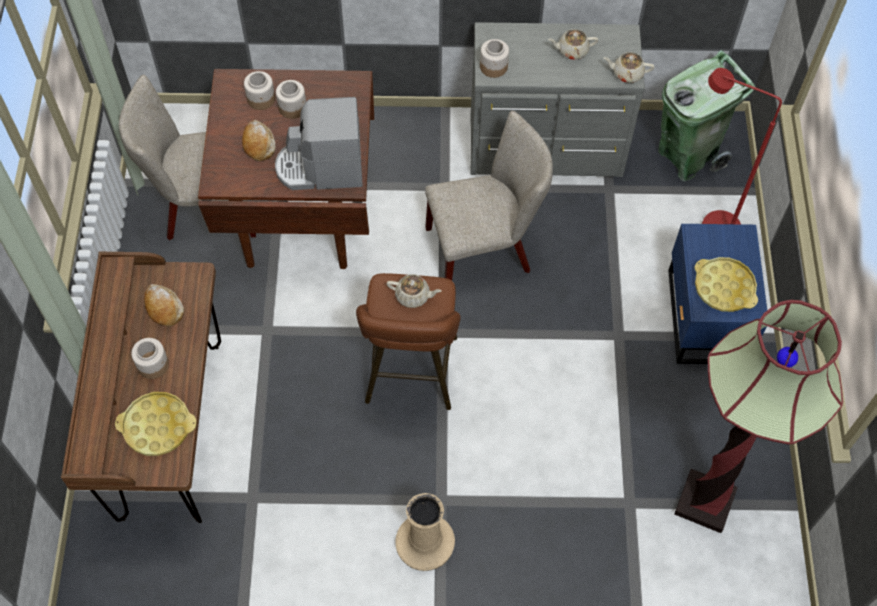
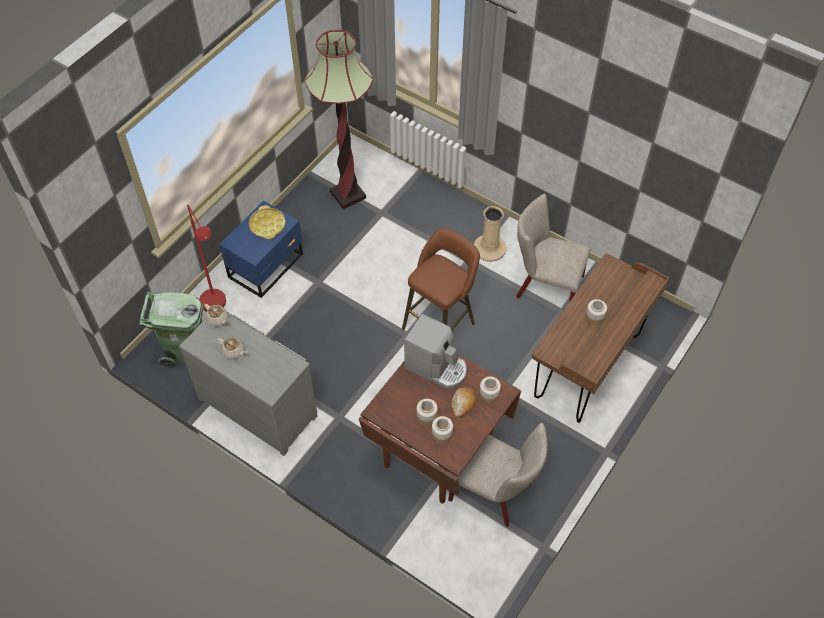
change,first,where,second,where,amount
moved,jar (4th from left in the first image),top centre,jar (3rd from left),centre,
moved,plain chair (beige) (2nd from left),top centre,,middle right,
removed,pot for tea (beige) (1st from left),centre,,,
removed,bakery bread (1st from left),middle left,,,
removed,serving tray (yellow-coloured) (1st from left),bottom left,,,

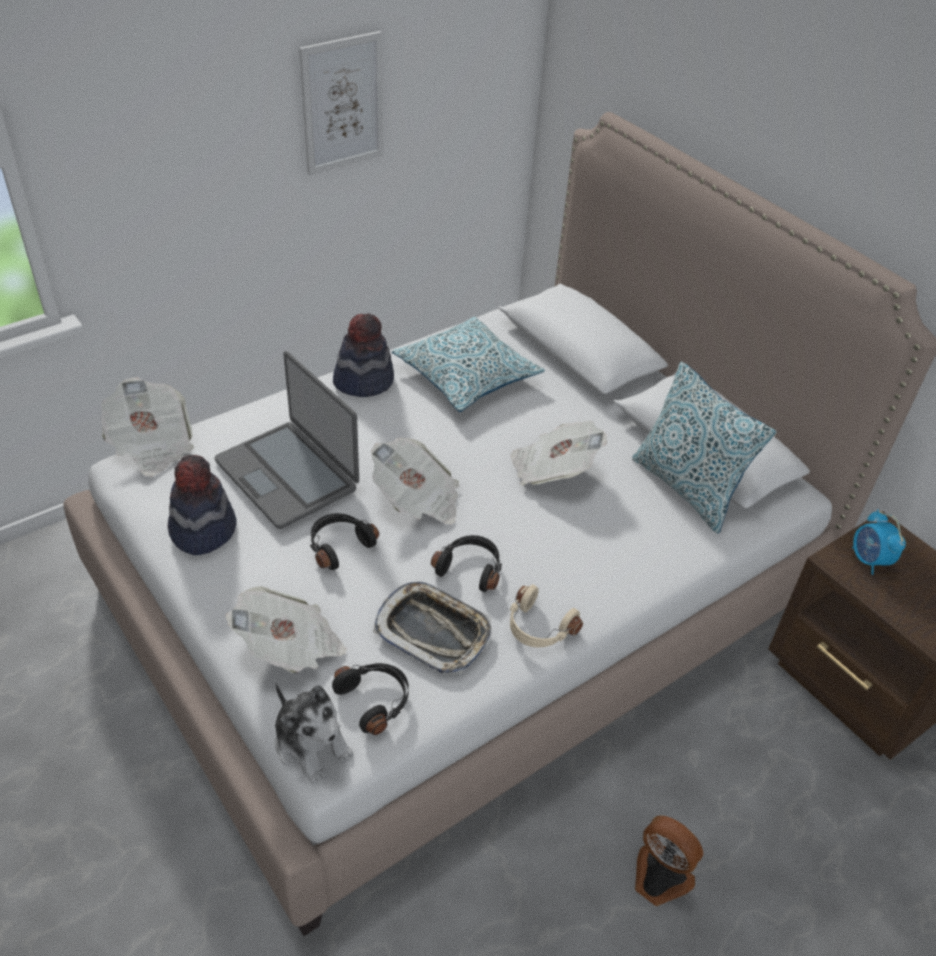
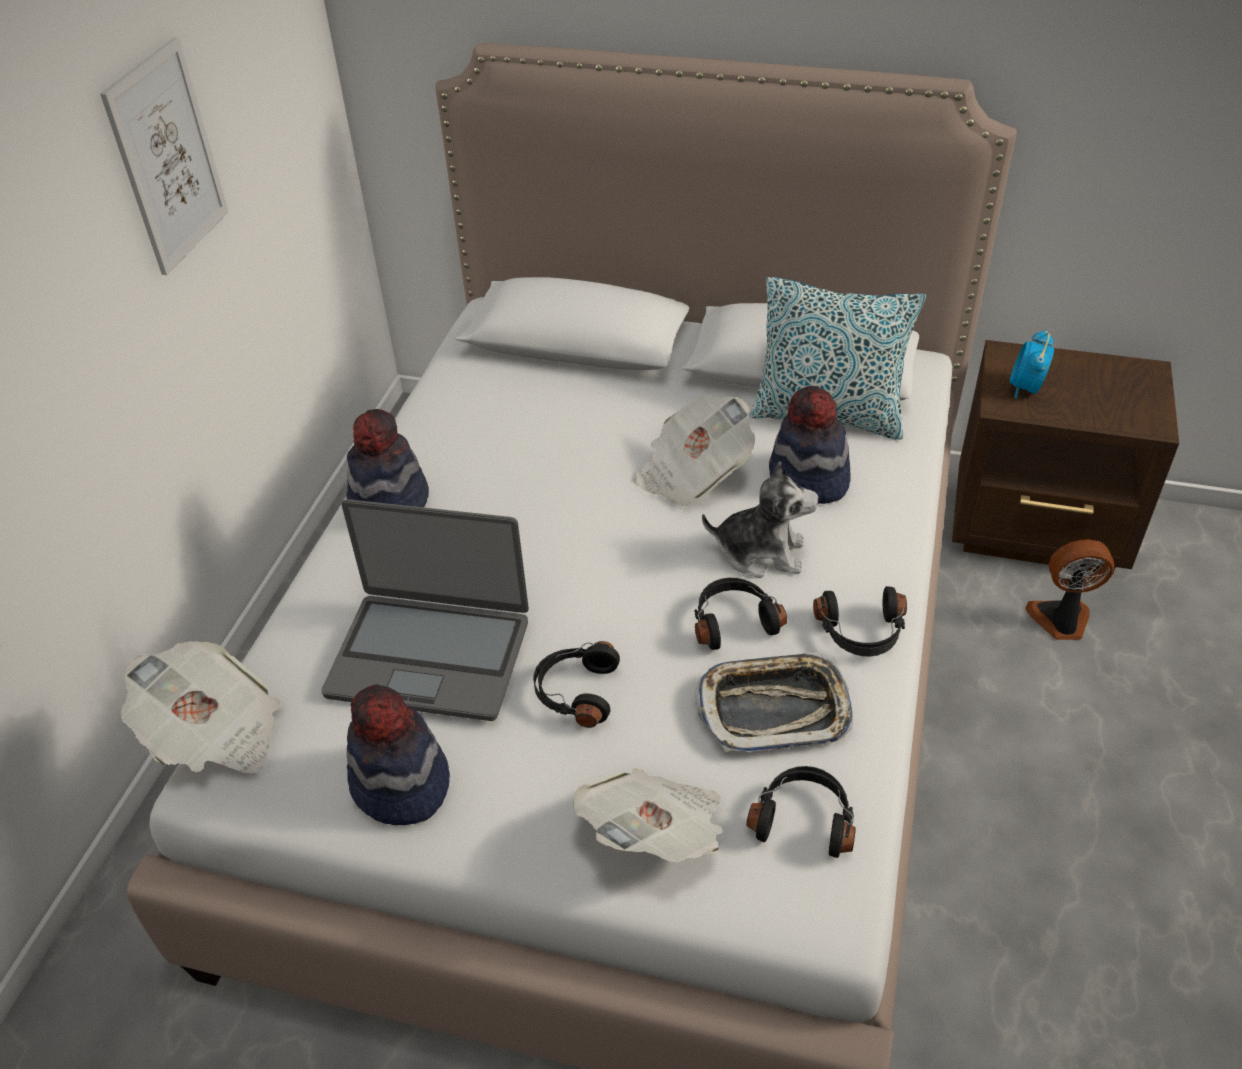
change,first,where,second,where,amount
removed,throw pillow (1st from left),centre,,,
removed,newspaper (3rd from left),centre,,,
turned,alarm clock,middle right,,middle right,75 degrees clockwise
recoloured,headphones (beige),centre,headphones (black) (4th from left),middle right,
moved,plush toy,bottom centre,,centre,
moved,cooling fan,bottom right,,middle right,
added,,,hat (3rd from left),centre,

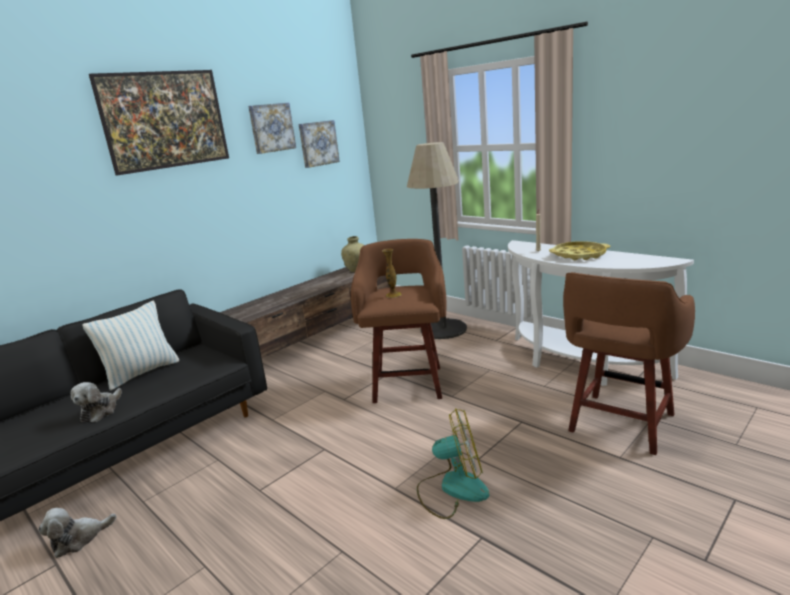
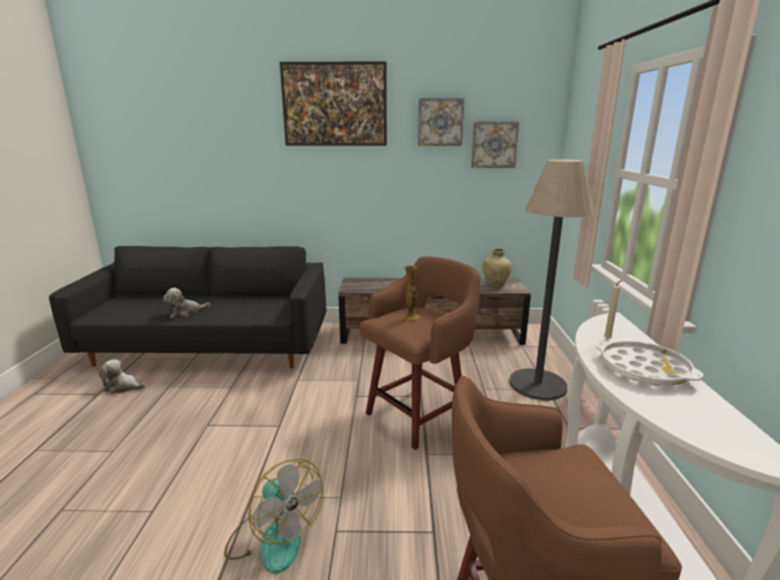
change,first,where,second,where,amount
recoloured,serving tray (yellow-coloured),middle right,serving tray (whitish),middle right,
removed,throw pillow,middle left,,,

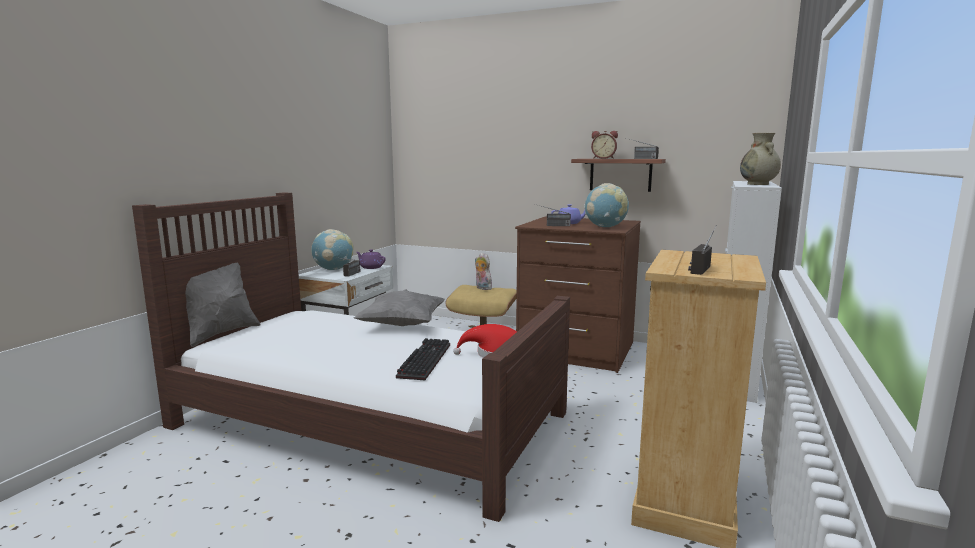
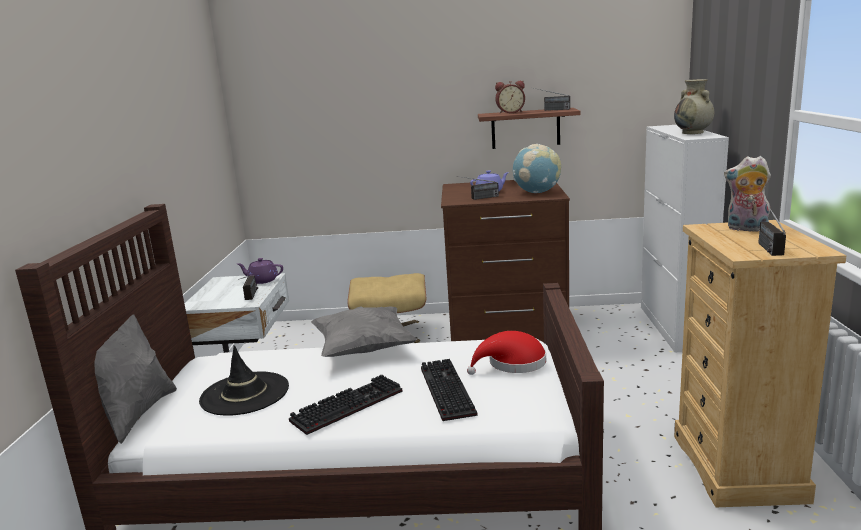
change,first,where,second,where,amount
removed,globe (1st from left),centre,,,
moved,plush toy,centre,,middle right,
added,,,hat (black),bottom left,
added,,,PC keyboard (1st from left),bottom centre,

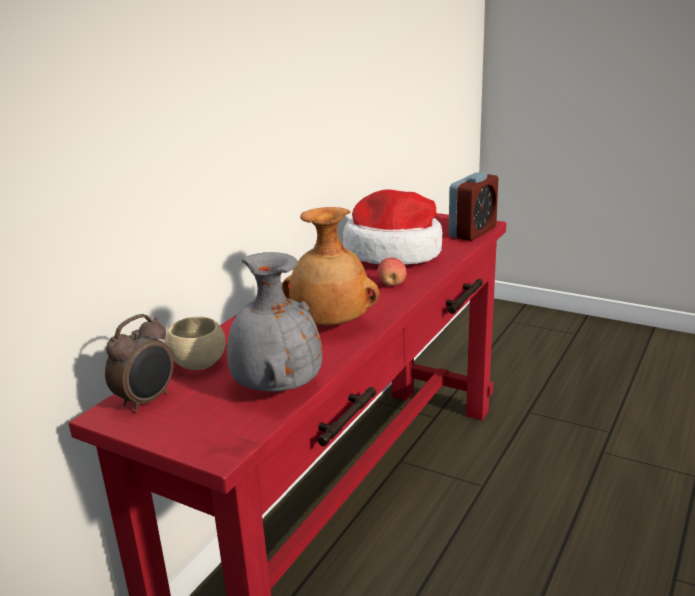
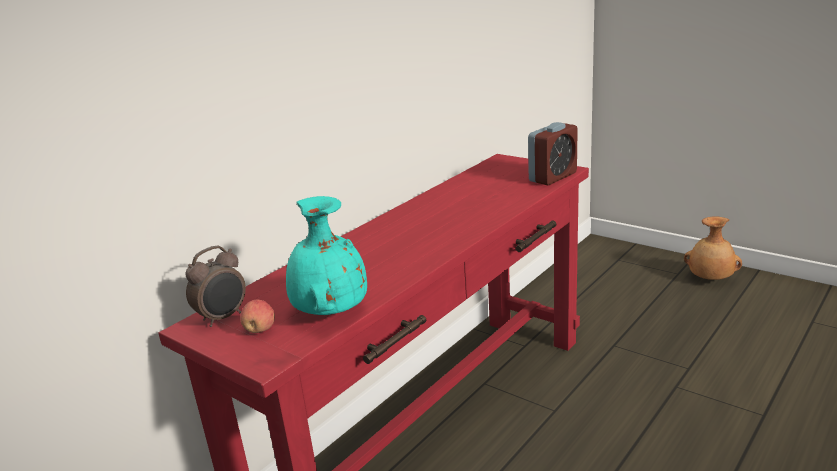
change,first,where,second,where,amount
removed,hat,centre,,,
moved,vase (brown),centre,,middle right,
recoloured,vase (gray),centre,vase (blue-green),centre,
moved,apple,centre,,bottom left,
removed,deep dish (beige),middle left,,,

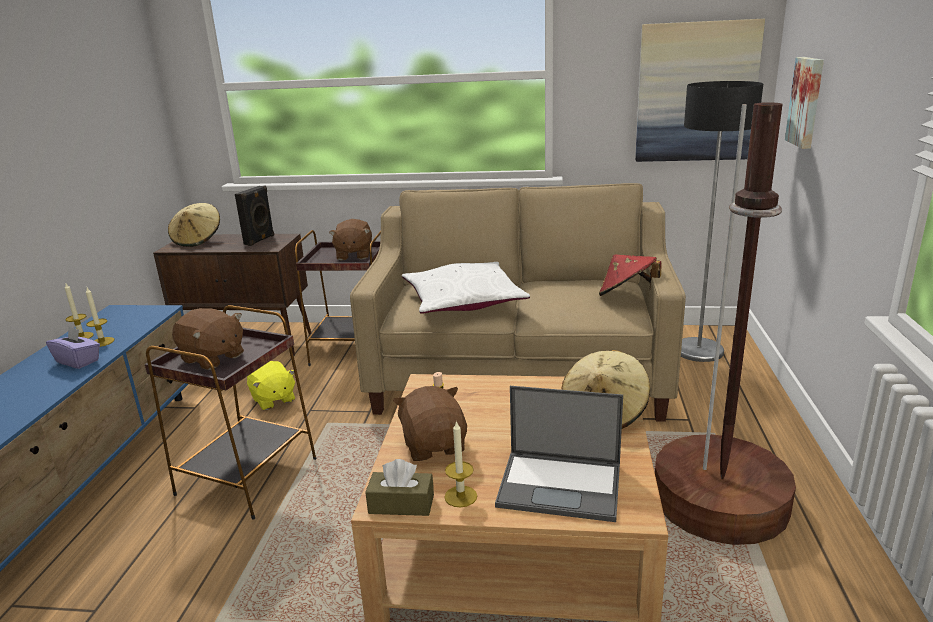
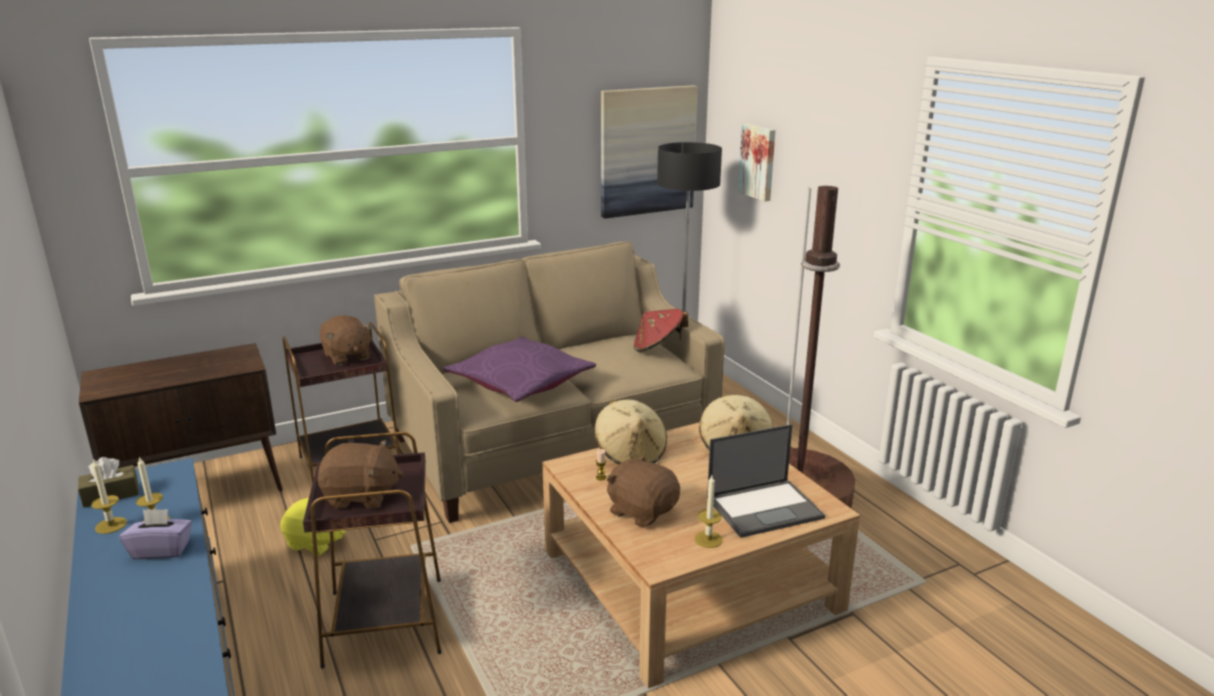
change,first,where,second,where,amount
removed,speaker (black),middle left,,,
moved,hat (beige) (1st from left),middle left,,centre,
recoloured,throw pillow (whitish),centre,throw pillow (purple-coloured),centre,
moved,tissue box (brown),bottom centre,,bottom left,

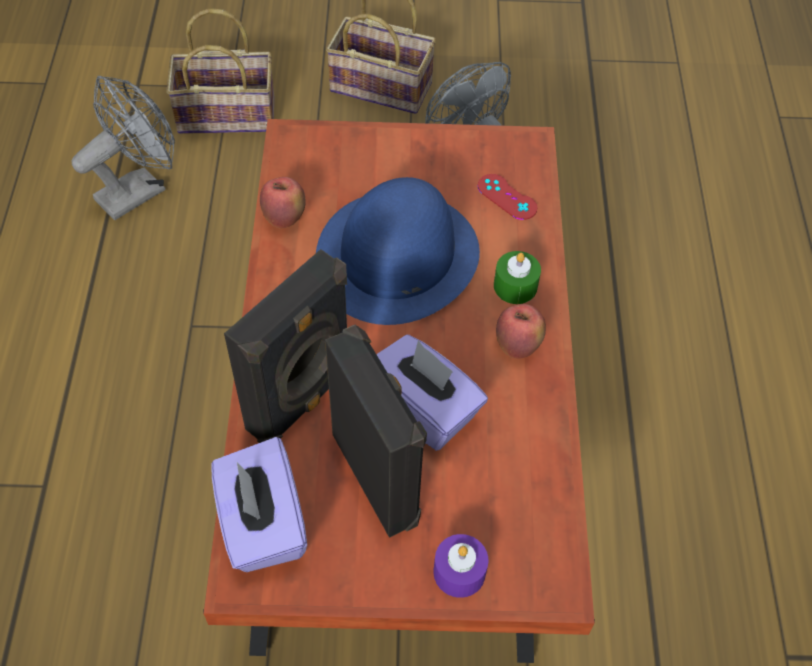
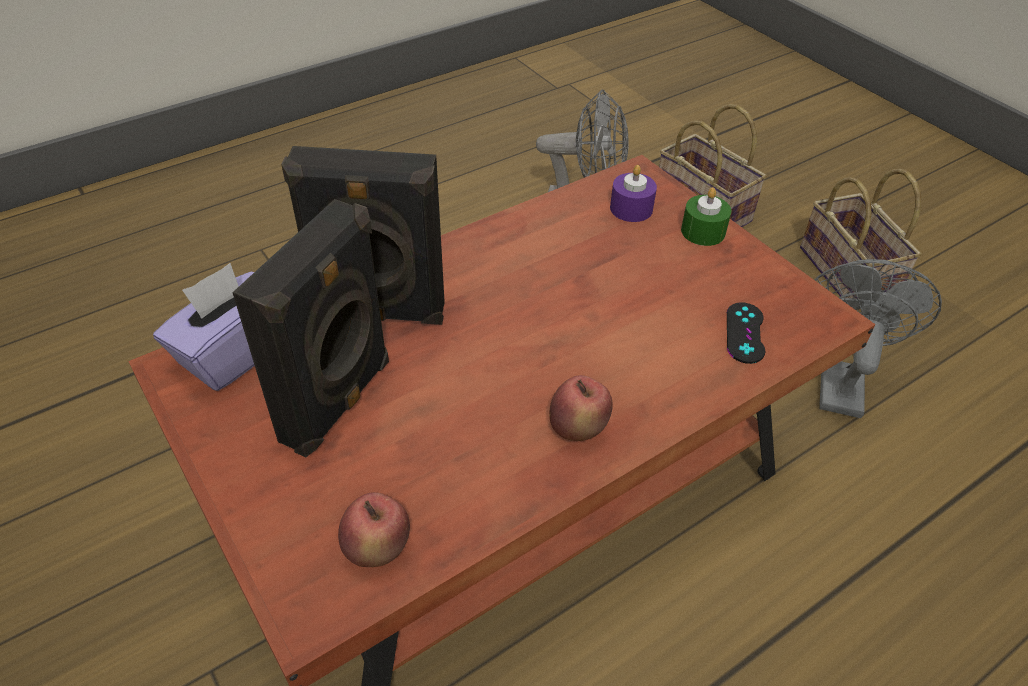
change,first,where,second,where,amount
recoloured,gamepad (red-coloured),top centre,gamepad (black),middle right,
moved,apple (1st from left),top centre,,bottom centre,
removed,hat (blue),centre,,,
moved,wax light (green-coloured),centre,,top right,
removed,tissue box (purple-coloured) (2nd from left),centre,,,
moved,wax light (purple-coloured),bottom centre,,top centre,

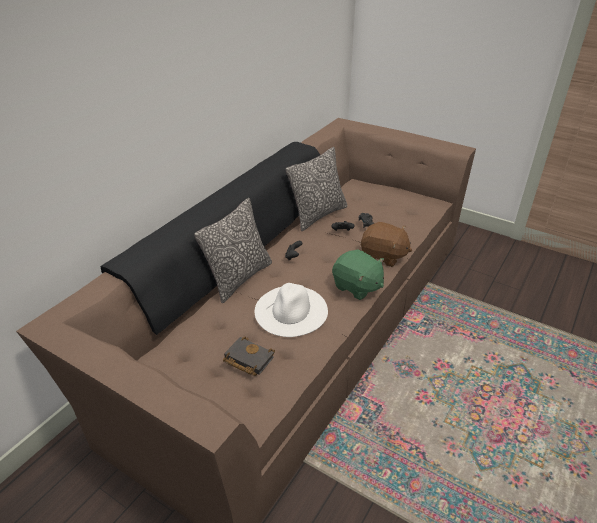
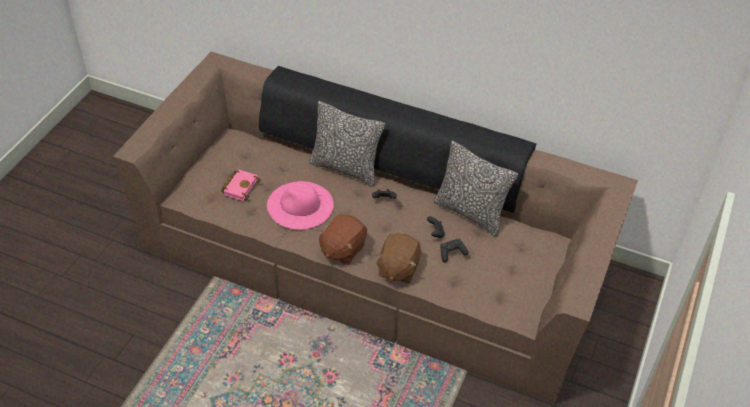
change,first,where,second,where,amount
recoloured,plush toy (green-coloured),centre,plush toy (brown) (1st from left),centre,
recoloured,hat (whitish),centre,hat (pink-coloured),centre,
recoloured,volume (black),bottom centre,volume (pink-coloured),middle left,

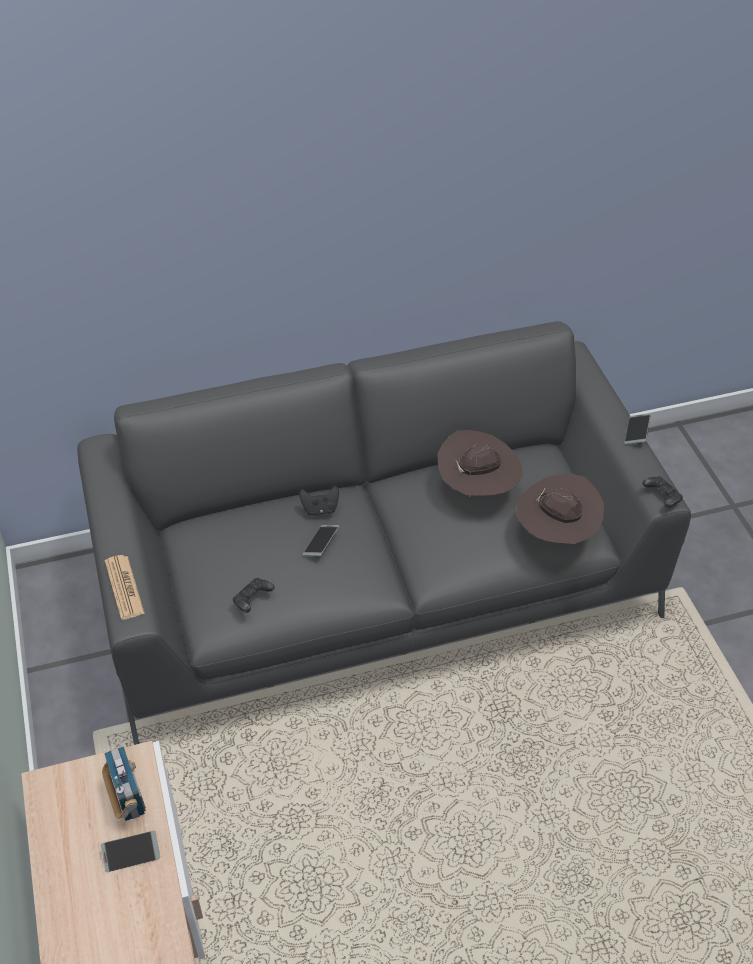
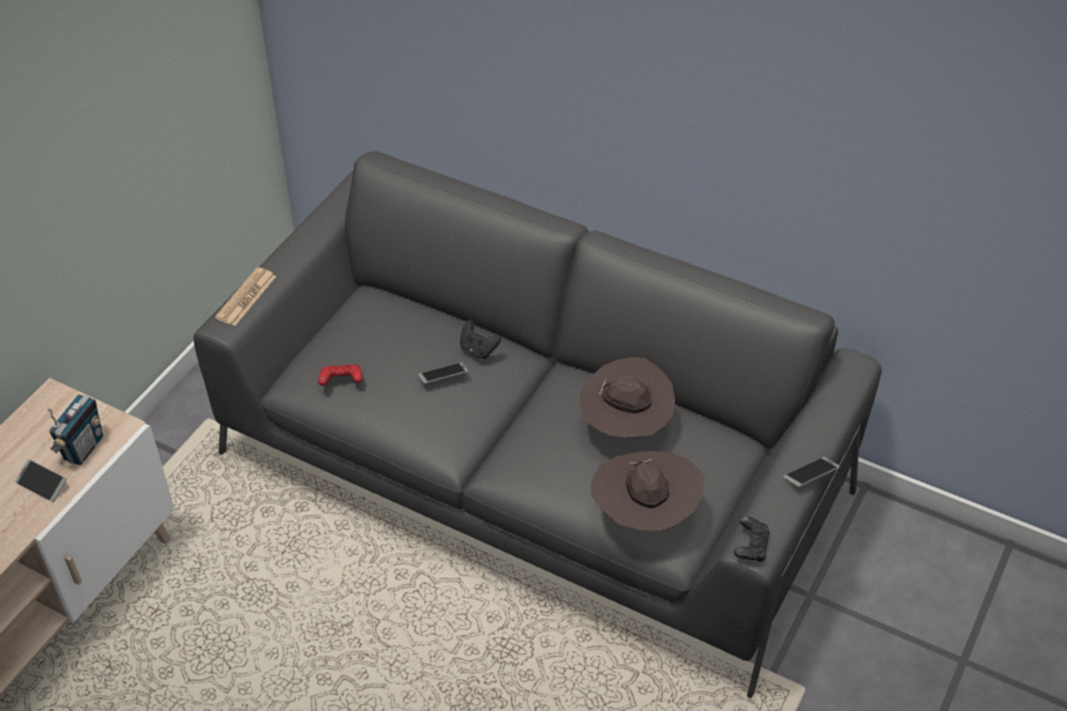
change,first,where,second,where,amount
recoloured,gamepad (black) (1st from left),centre,gamepad (red-coloured),middle left,

